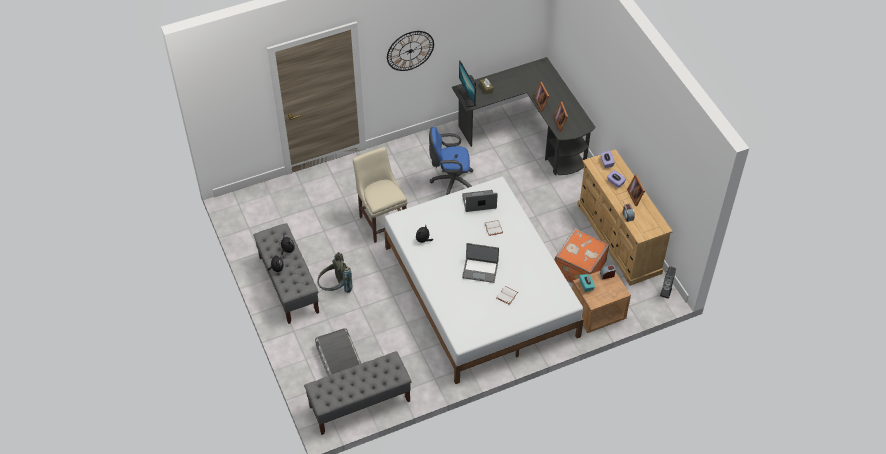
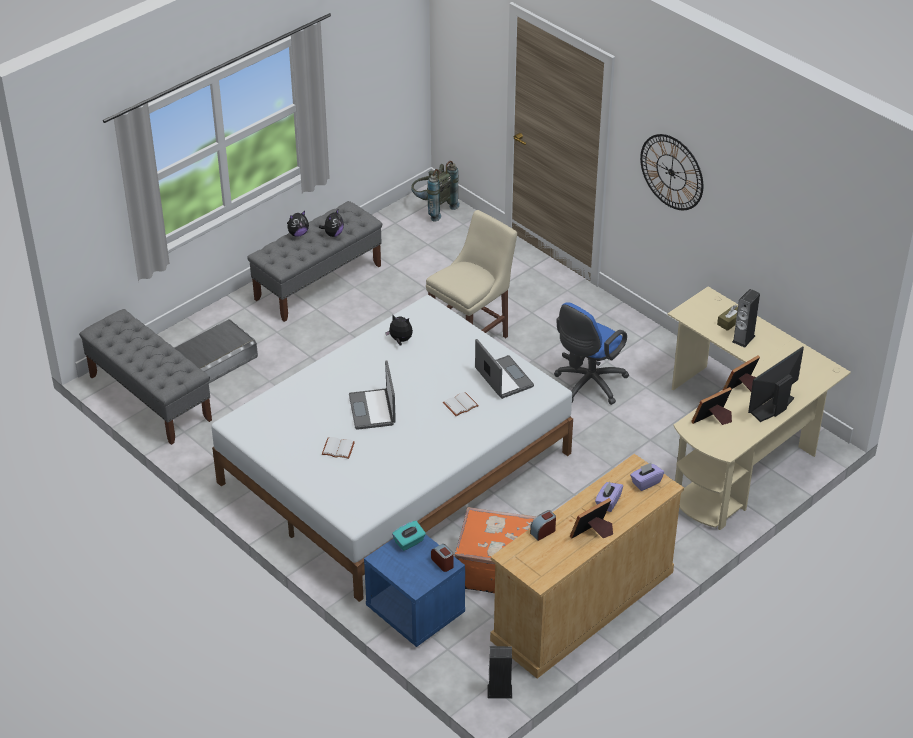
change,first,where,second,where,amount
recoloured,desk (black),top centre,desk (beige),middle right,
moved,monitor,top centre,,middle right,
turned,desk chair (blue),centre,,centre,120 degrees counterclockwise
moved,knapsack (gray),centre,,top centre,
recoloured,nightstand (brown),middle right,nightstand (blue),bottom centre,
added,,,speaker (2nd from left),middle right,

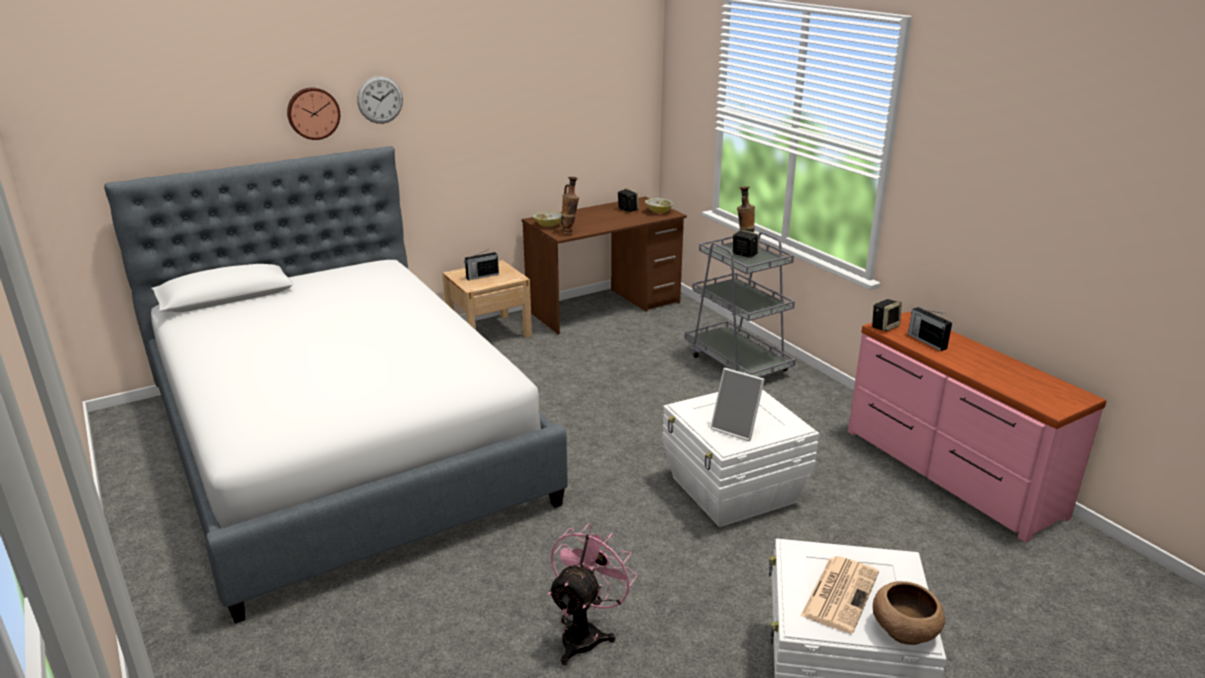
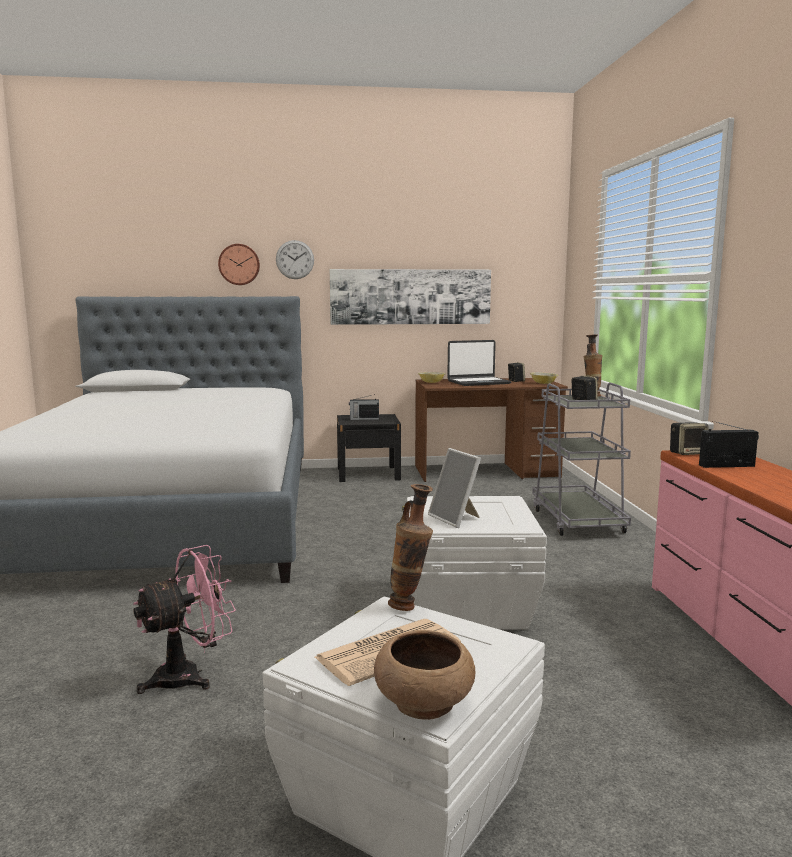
change,first,where,second,where,amount
moved,vase (1st from left),top centre,,centre,
recoloured,nightstand (beige),centre,nightstand (black),centre,
turned,radio set (2nd from left),middle right,,middle right,90 degrees clockwise
added,,,picture,centre,
added,,,laptop,centre,

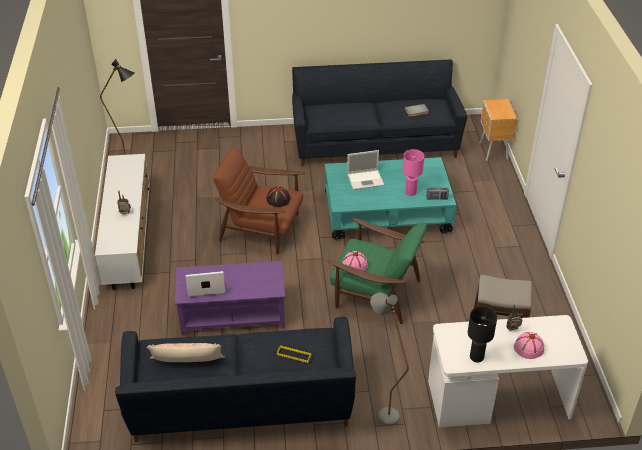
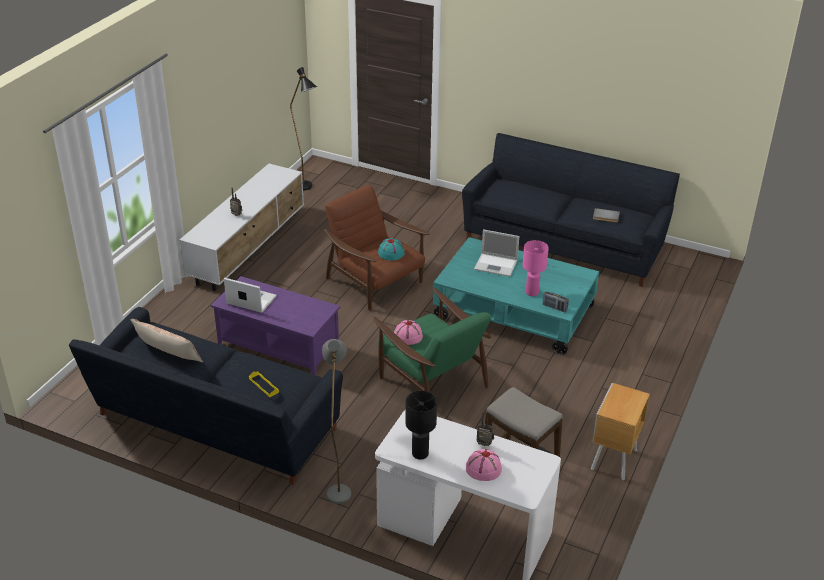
change,first,where,second,where,amount
moved,nightstand (brown),top right,,bottom right,
recoloured,hat (black),centre,hat (blue-green),centre,

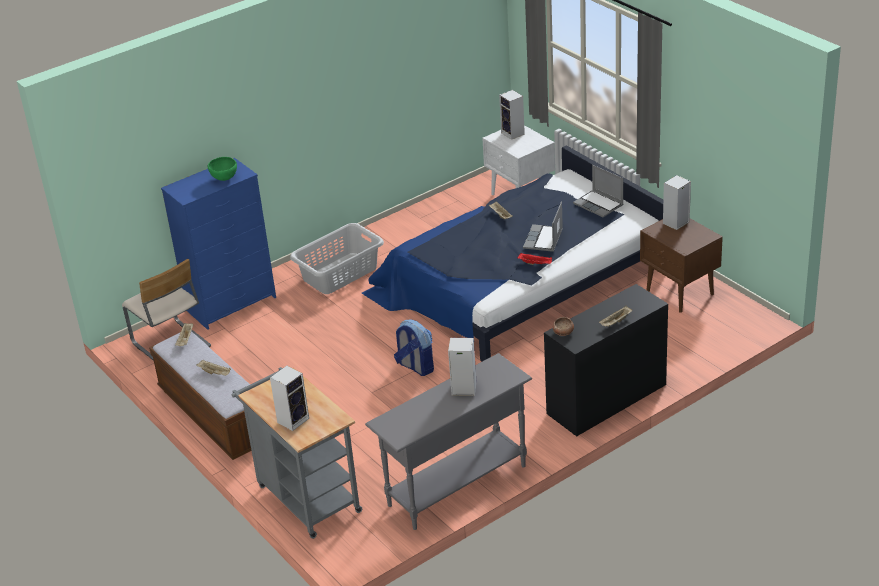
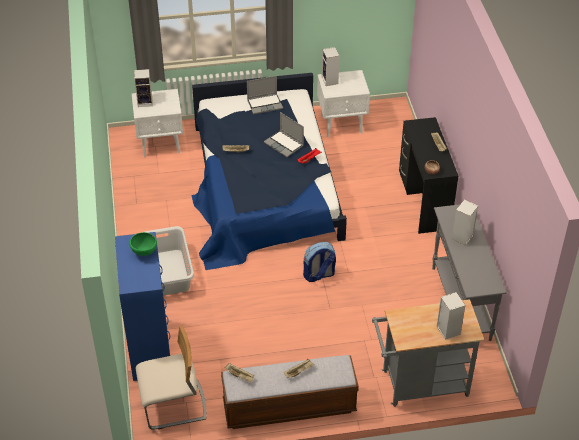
change,first,where,second,where,amount
recoloured,nightstand (brown),middle right,nightstand (whitish) (2nd from left),top centre,

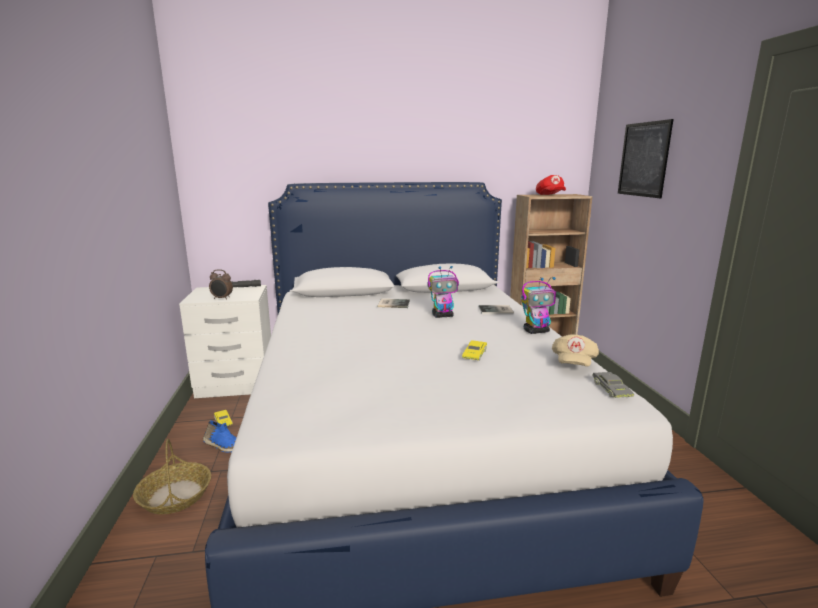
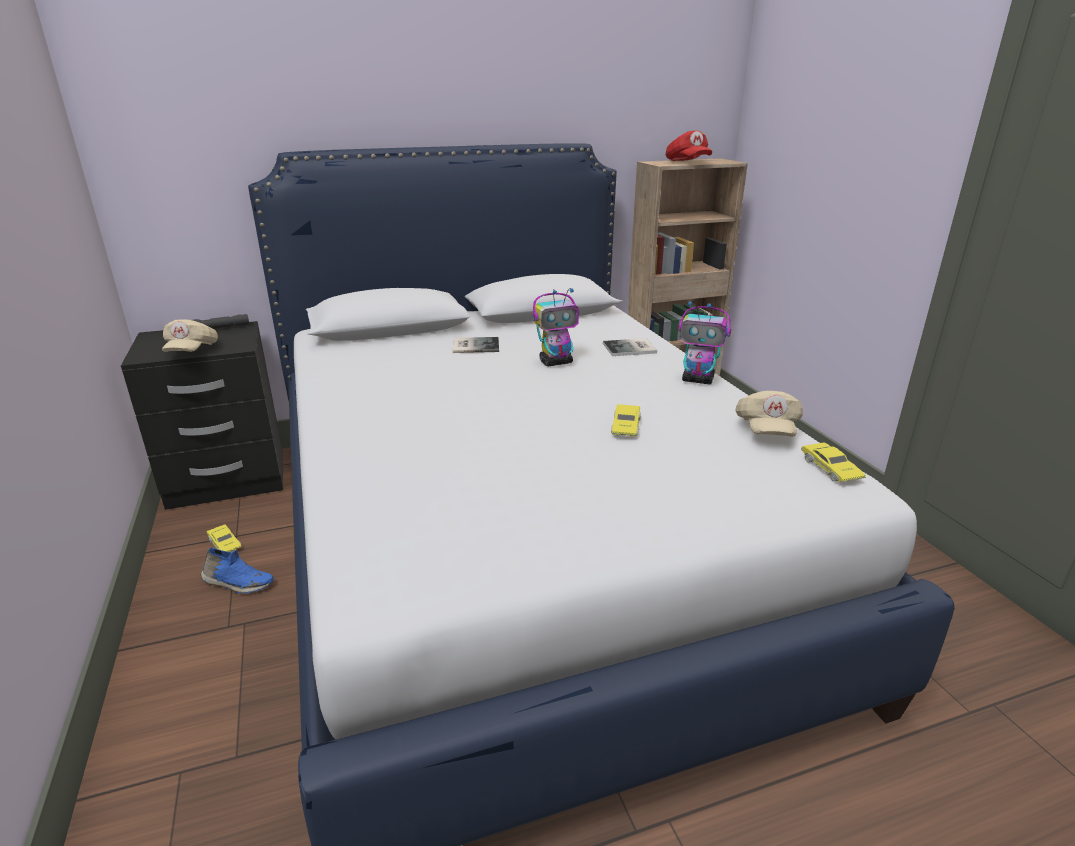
change,first,where,second,where,amount
removed,picture,top right,,,
replaced,alarm clock,middle left,baseball cap (beige) (1st from left),middle left,
turned,model robot (2nd from left),centre,,centre,45 degrees clockwise
recoloured,nightstand (whitish),middle left,nightstand (black),middle left,
recoloured,miniature car (gray),middle right,miniature car (yellow-coloured) (3rd from left),middle right,
removed,storage basket,bottom left,,,

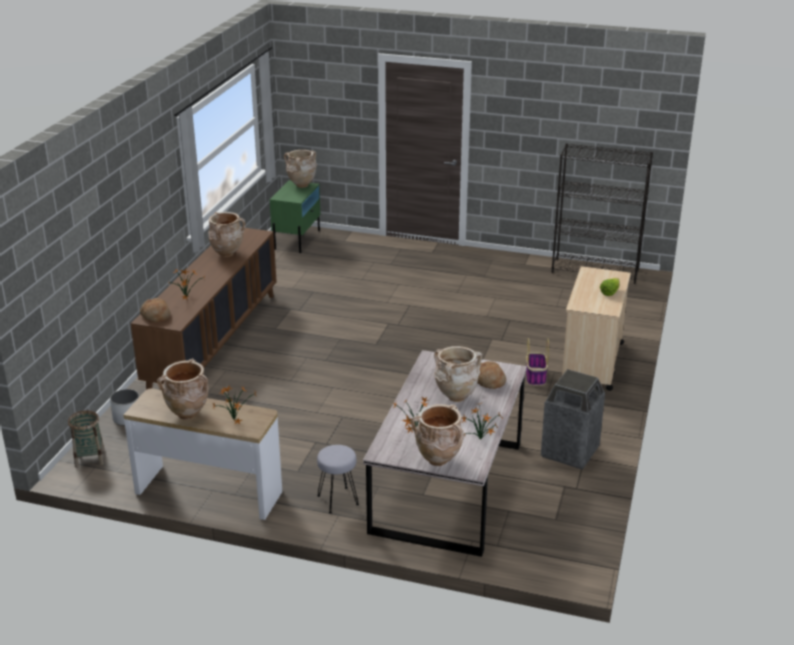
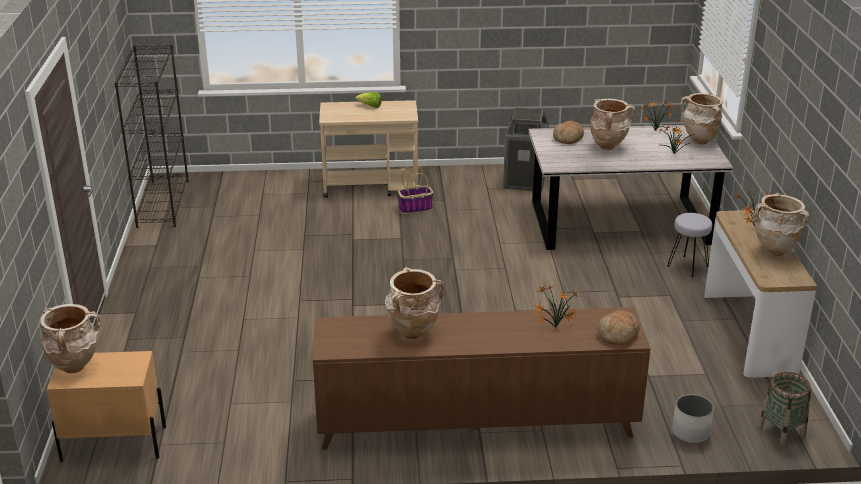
change,first,where,second,where,amount
recoloured,nightstand (green-coloured),centre,nightstand (beige),bottom left,

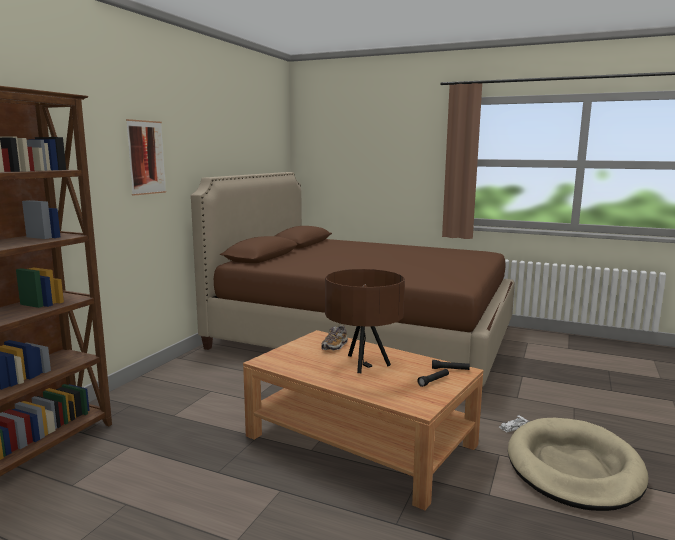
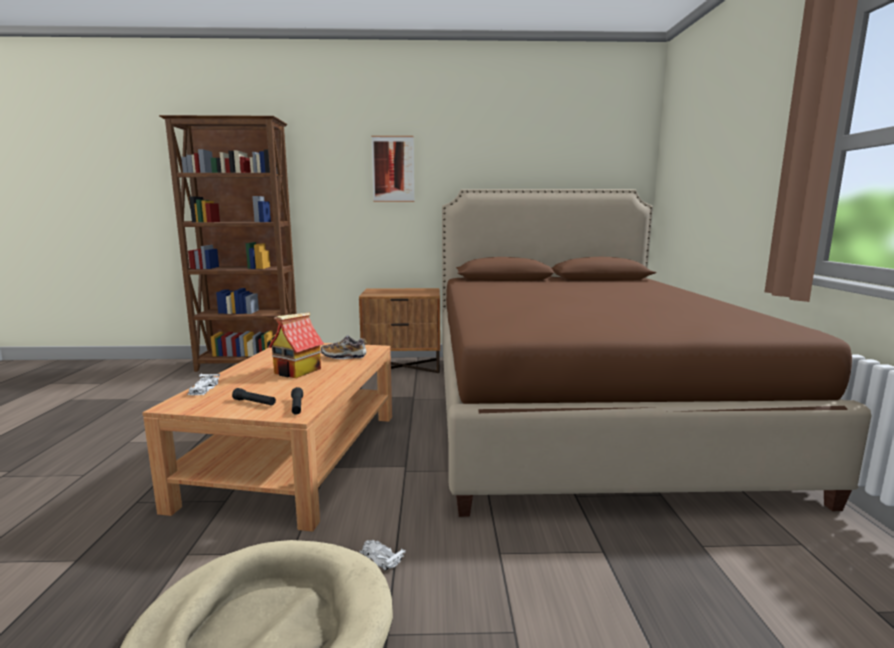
change,first,where,second,where,amount
replaced,table lamp (brown),centre,miniature house,middle left,
added,,,nightstand (brown),centre,
added,,,miniature car (whitish) (1st from left),middle left,

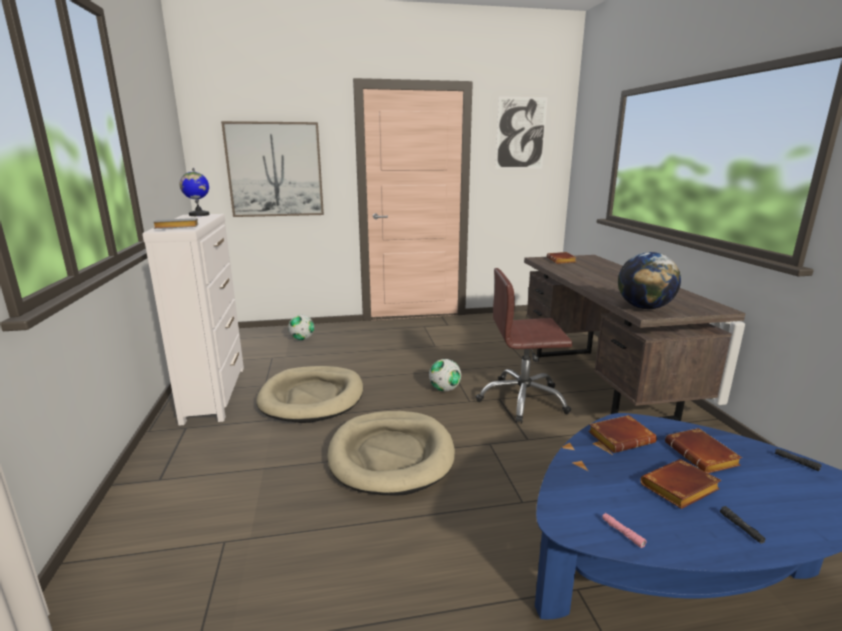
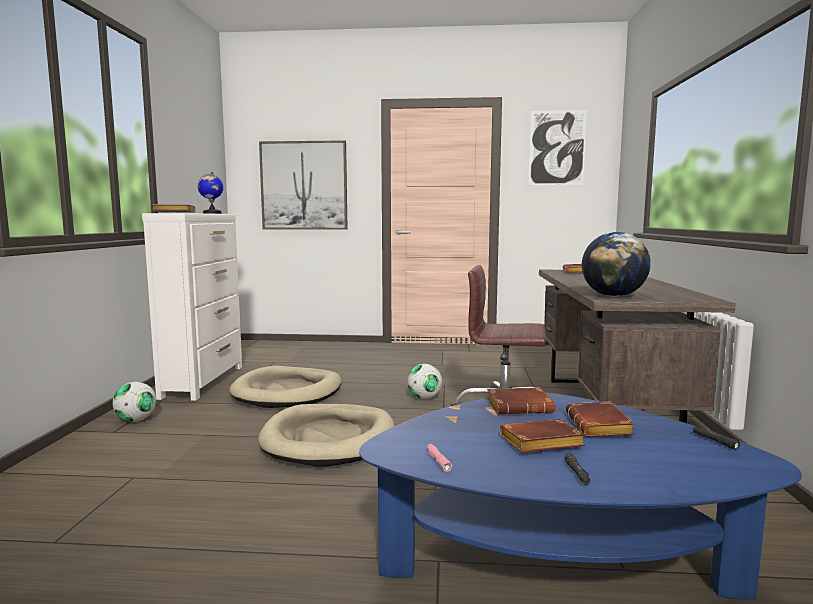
change,first,where,second,where,amount
moved,ball for football (1st from left),centre,,middle left,

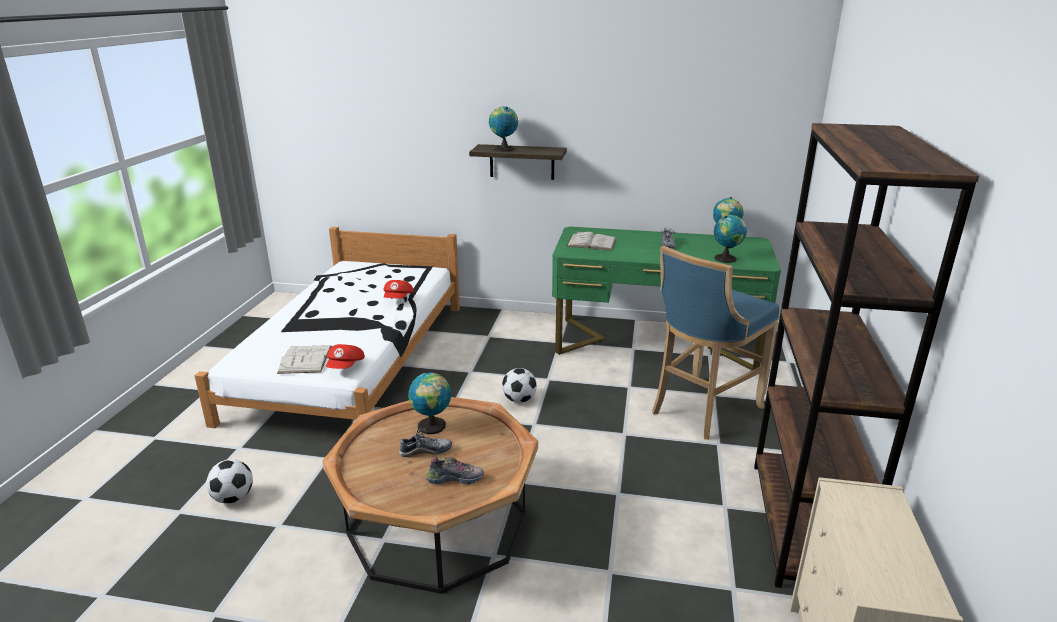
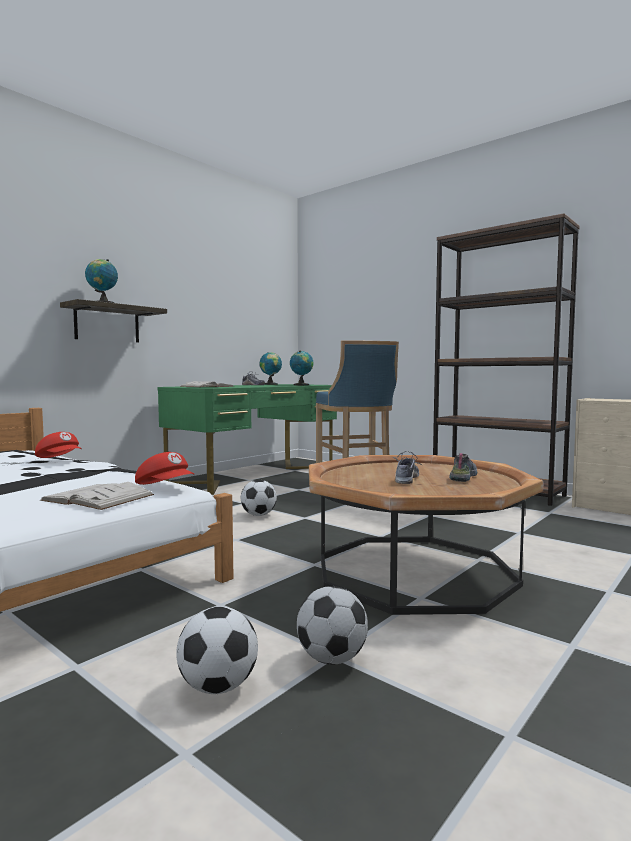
change,first,where,second,where,amount
removed,globe (1st from left),centre,,,
added,,,ball for football (3rd from left),bottom centre,

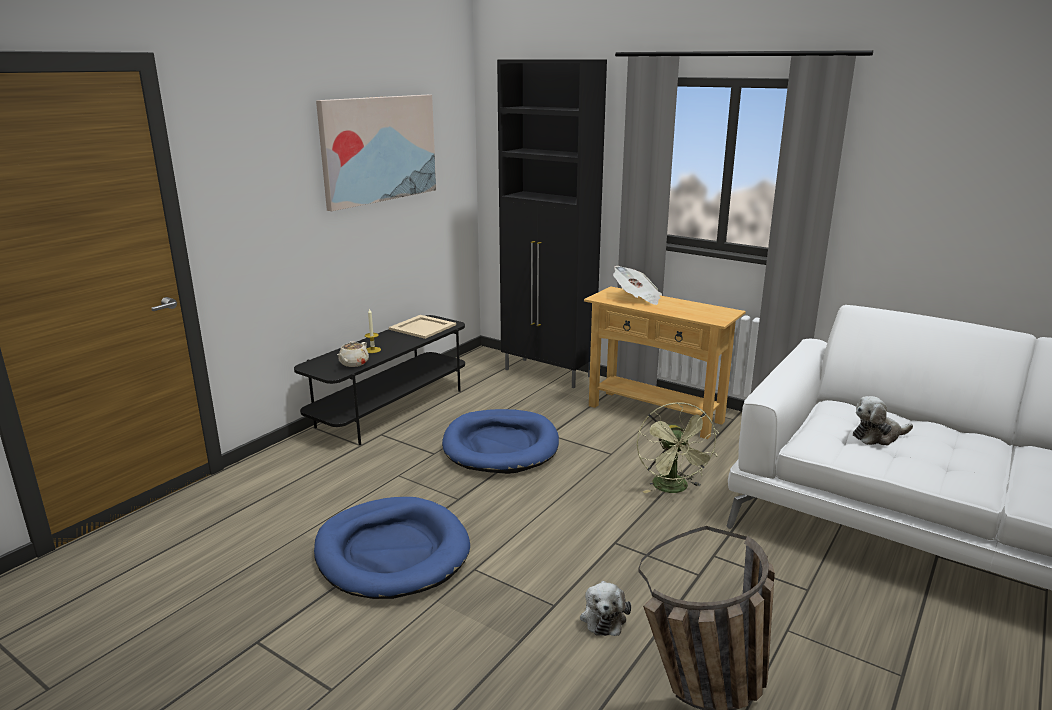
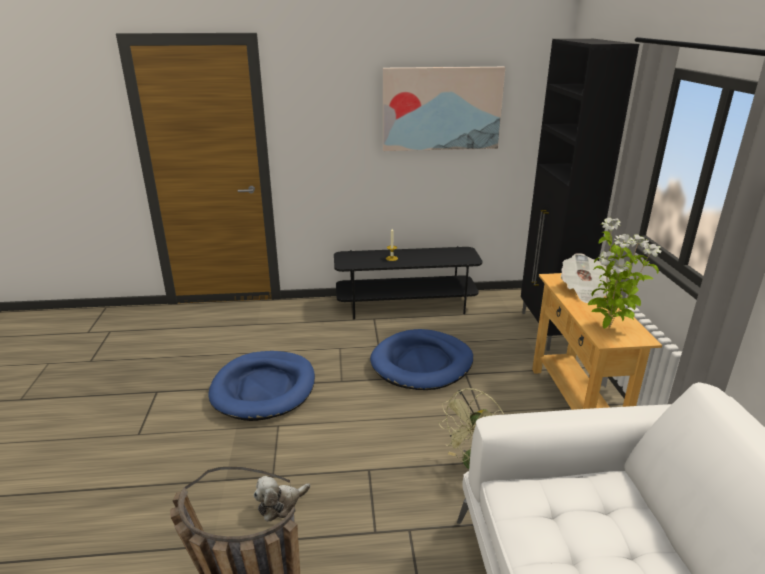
change,first,where,second,where,amount
removed,serving tray (beige),centre,,,
removed,pot for tea (beige),centre,,,
removed,plush toy (2nd from left),middle right,,,
added,,,houseplant,middle right,

